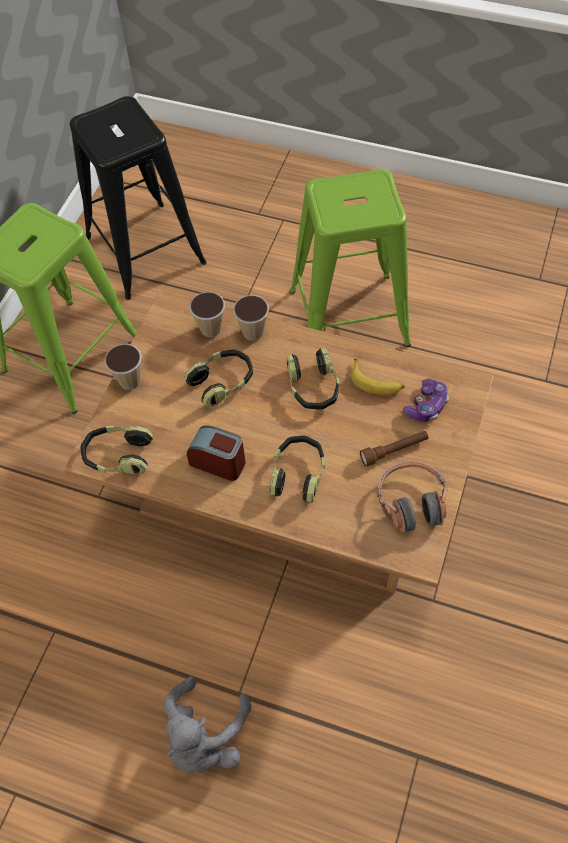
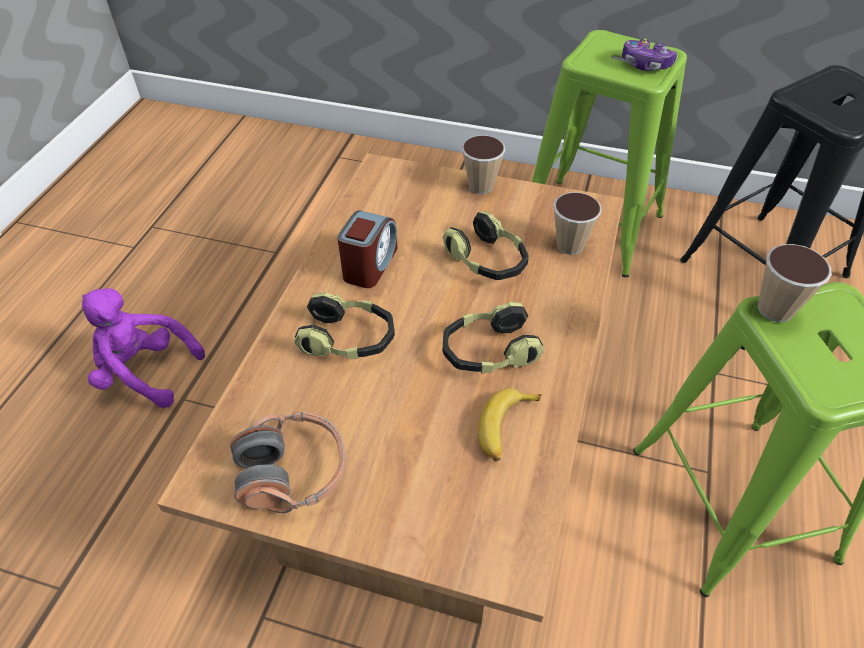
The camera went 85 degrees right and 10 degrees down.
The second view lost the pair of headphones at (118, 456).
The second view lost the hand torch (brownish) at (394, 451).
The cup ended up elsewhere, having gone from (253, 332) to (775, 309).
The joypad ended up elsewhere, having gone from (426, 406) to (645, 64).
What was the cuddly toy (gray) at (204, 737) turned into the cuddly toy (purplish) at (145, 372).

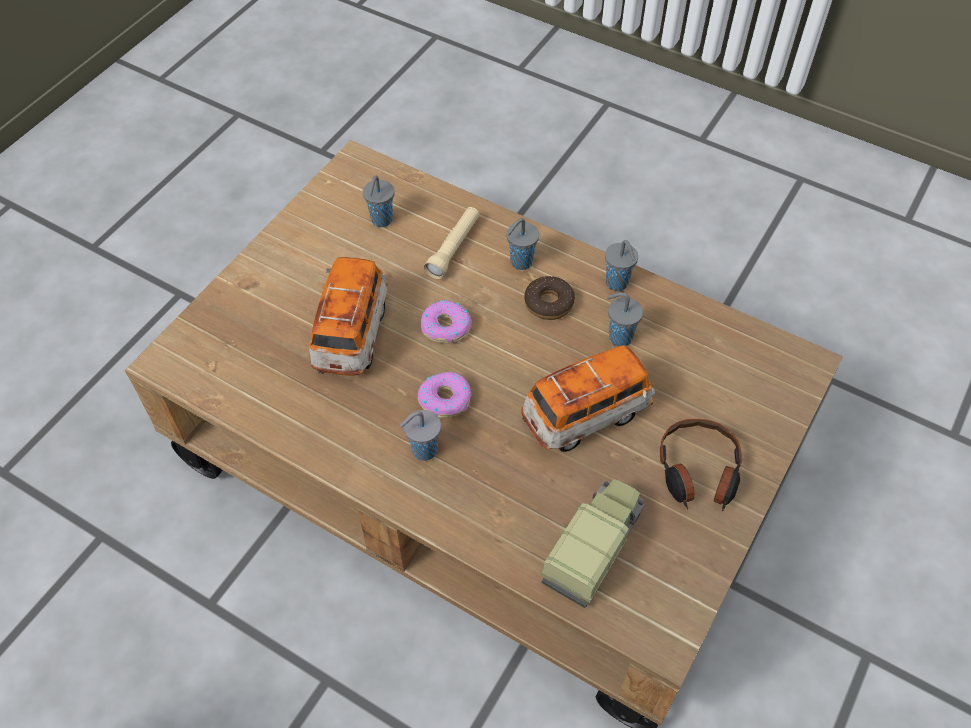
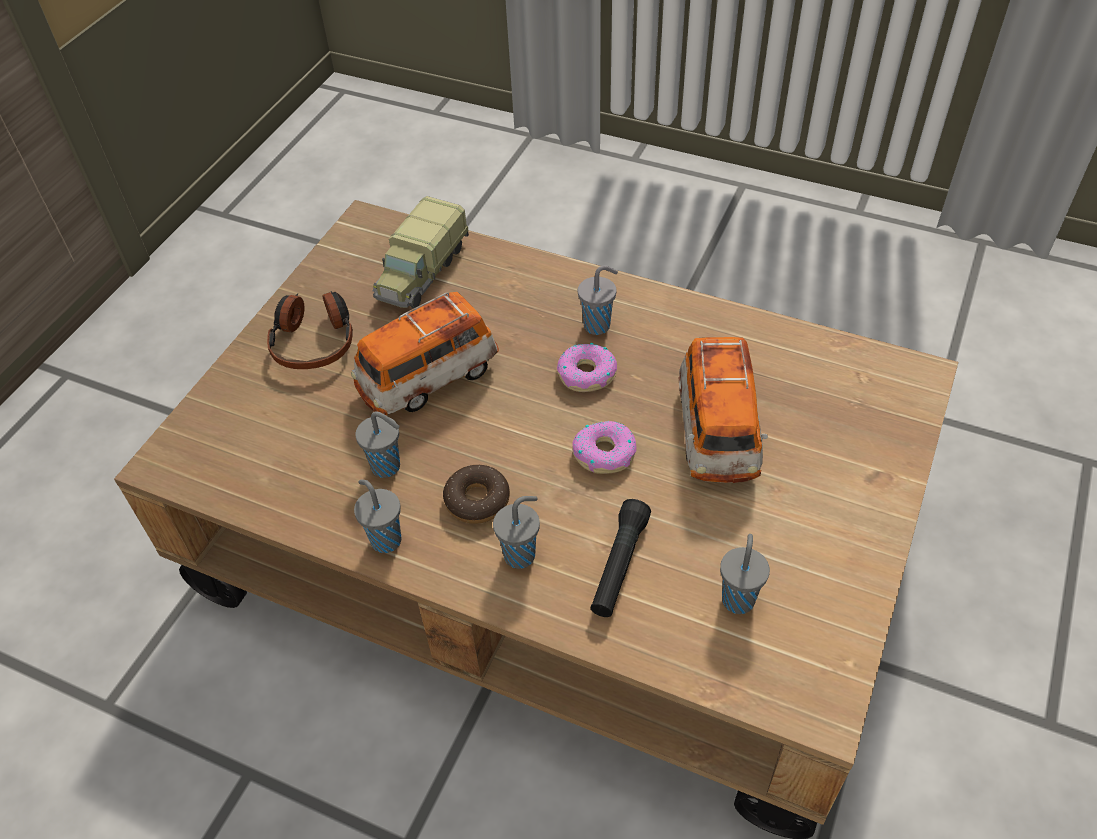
The camera went 175 degrees right and 5 degrees down.
What was the hand torch (sand-coloured) at (453, 248) turned into the hand torch (black-coloured) at (619, 565).

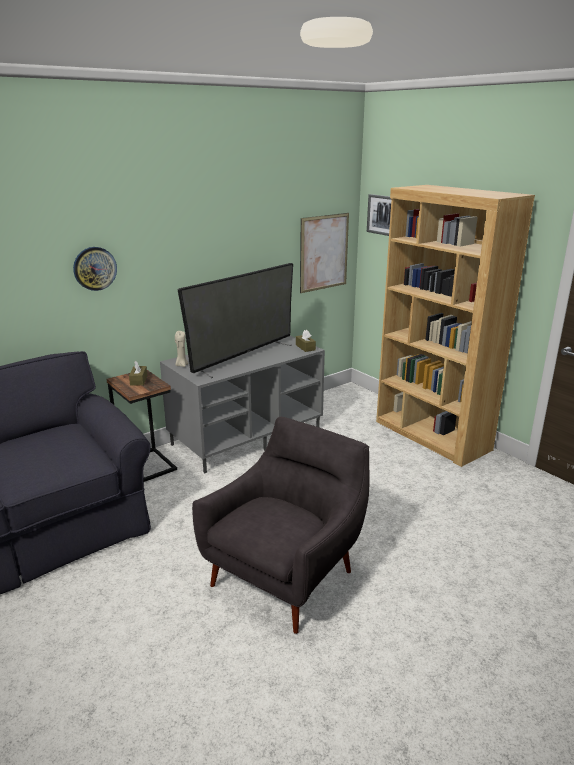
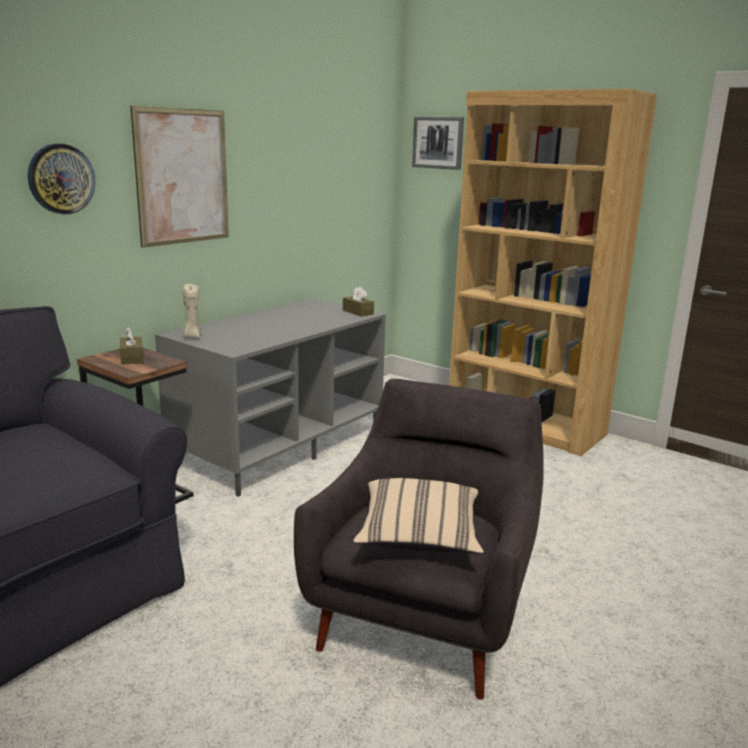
The camera went 15 degrees left and 5 degrees down.
The second view lost the TV at (243, 357).
The second view gained the throw pillow (sand-coloured) at (419, 537).
The picture ended up elsewhere, having gone from (324, 252) to (183, 177).

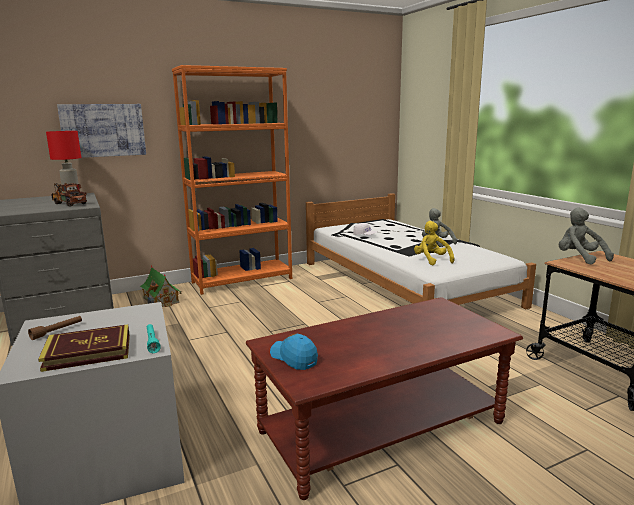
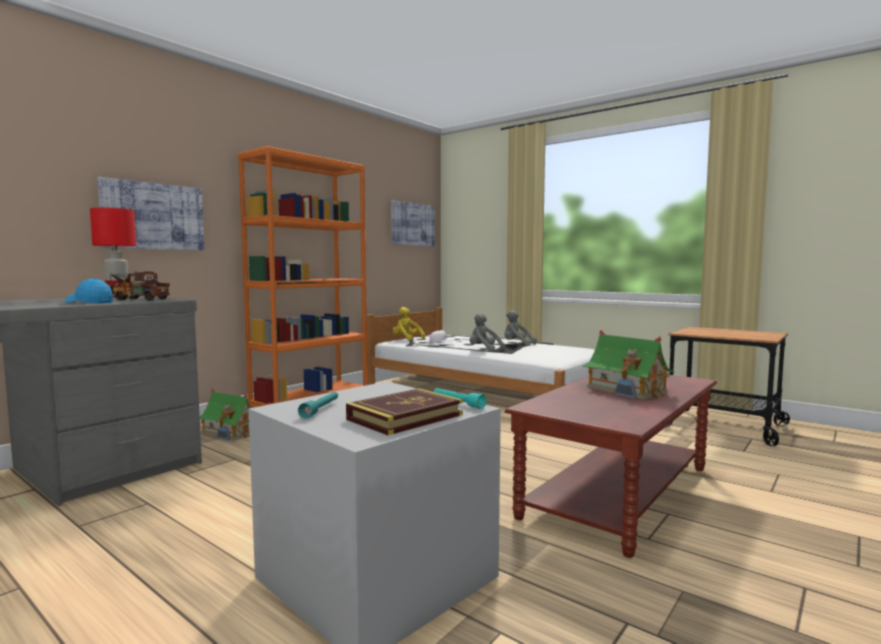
The camera went 25 degrees left and 10 degrees down.
The second view gained the picture at (412, 224).
The second view gained the miniature house at (627, 390).
The peaked cap (blue) ended up elsewhere, having gone from (294, 358) to (90, 302).
The cuddly toy (yellowish) ended up elsewhere, having gone from (431, 260) to (406, 339).
The cuddly toy (gray) ended up elsewhere, having gone from (579, 258) to (484, 350).
What was the hand torch (brownish) at (57, 331) turned into the hand torch (blue-green) at (320, 410).

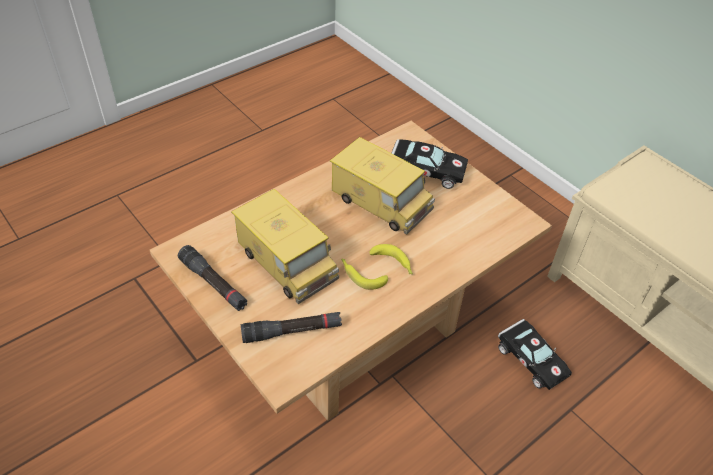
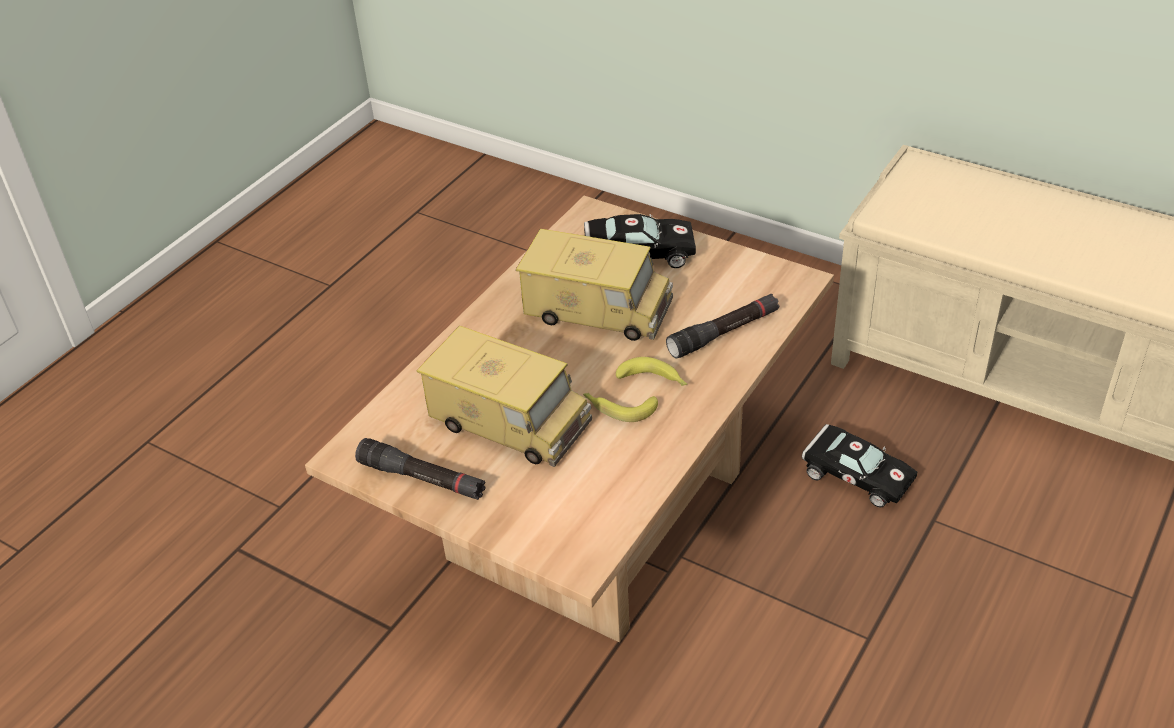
The camera went 15 degrees left and 5 degrees down.
The hand torch (black-coloured) ended up elsewhere, having gone from (292, 331) to (724, 333).

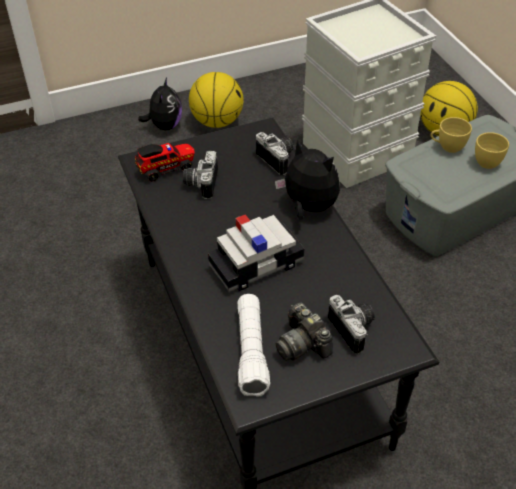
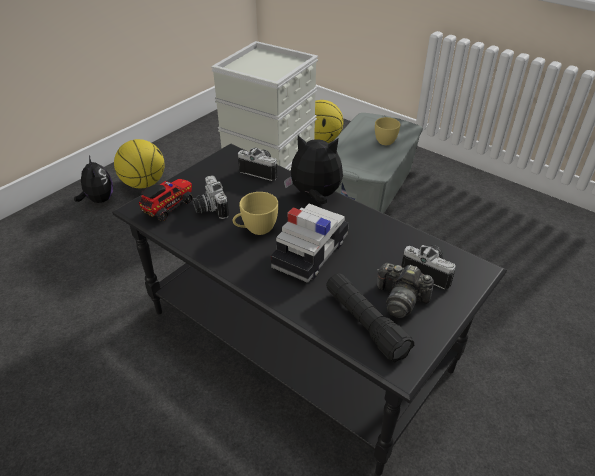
The camera went 30 degrees left and 5 degrees down.
The cup (yellowish) ended up elsewhere, having gone from (447, 147) to (255, 229).
What was the hand torch (whitish) at (251, 351) turned into the hand torch (black-coloured) at (365, 323).

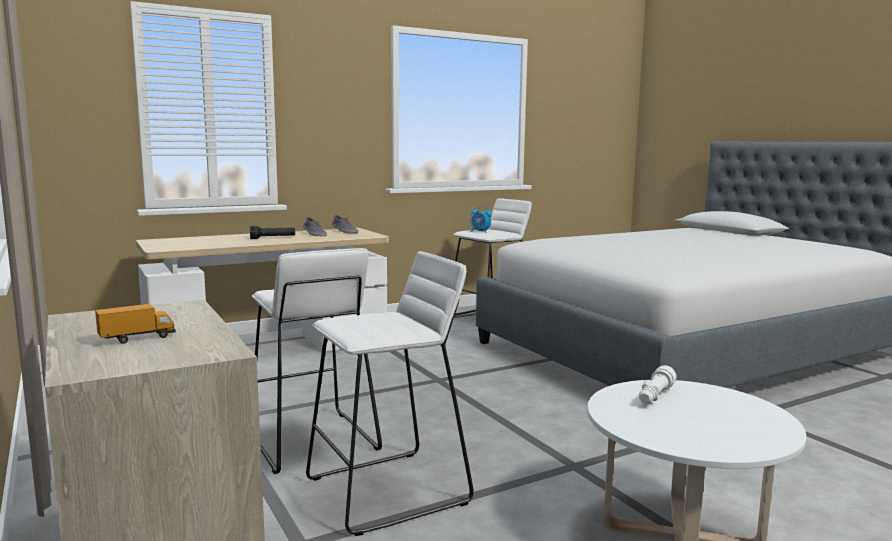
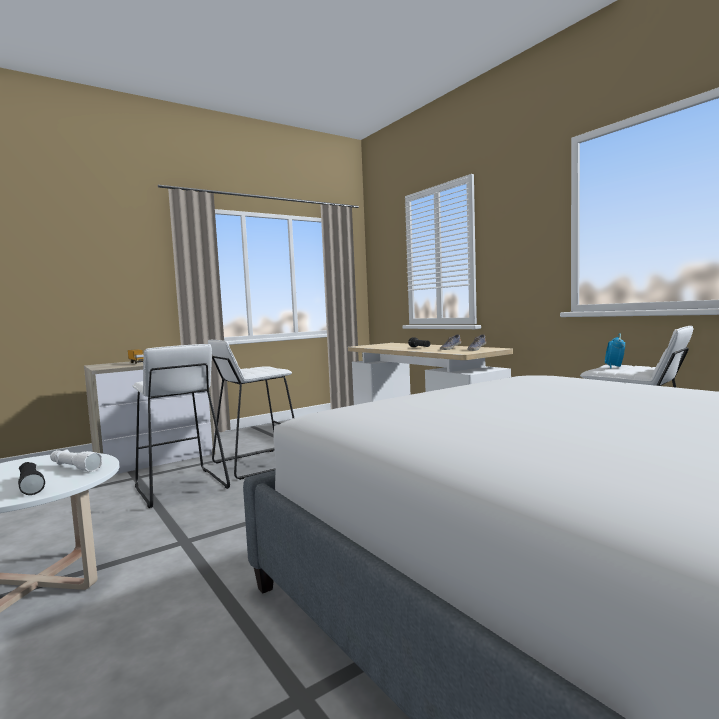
The camera went 85 degrees right and 5 degrees down.
The second view gained the hand torch (black-coloured) at (30, 485).

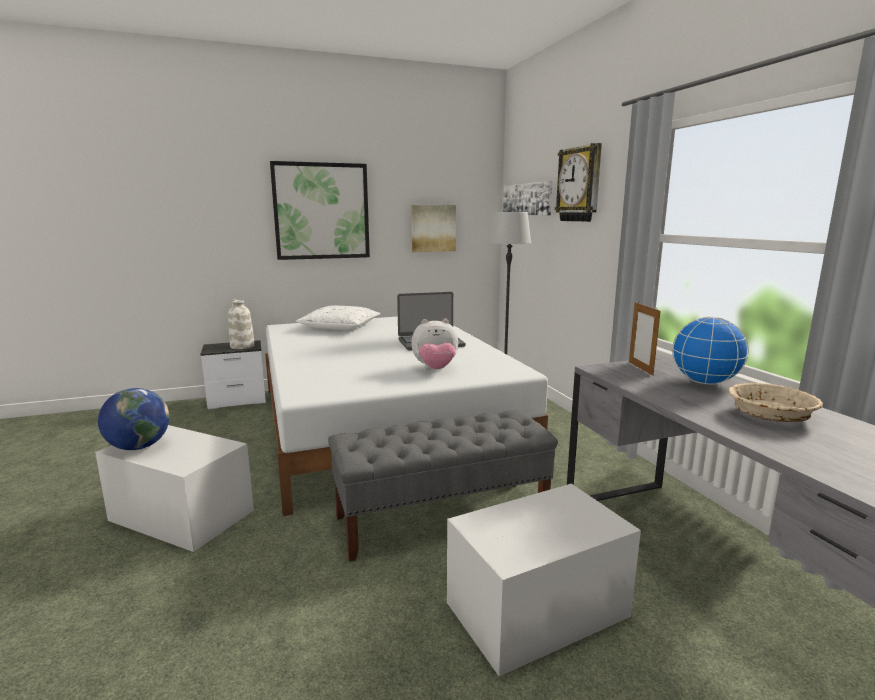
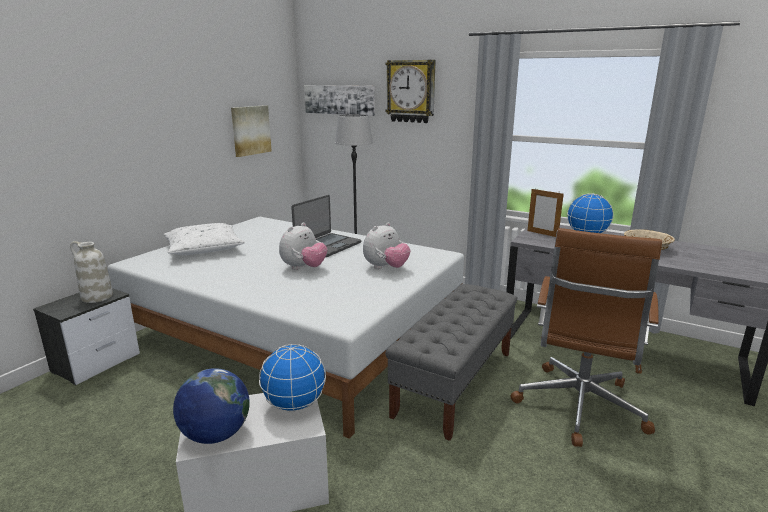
The camera went 40 degrees left and 5 degrees up.
The second view lost the picture at (321, 211).
The second view gained the world globe at (294, 405).
The second view gained the cuddly toy at (304, 268).
Where the storage container (whitish) stood at (536, 609), the office chair (brownish) came to stand at (578, 408).

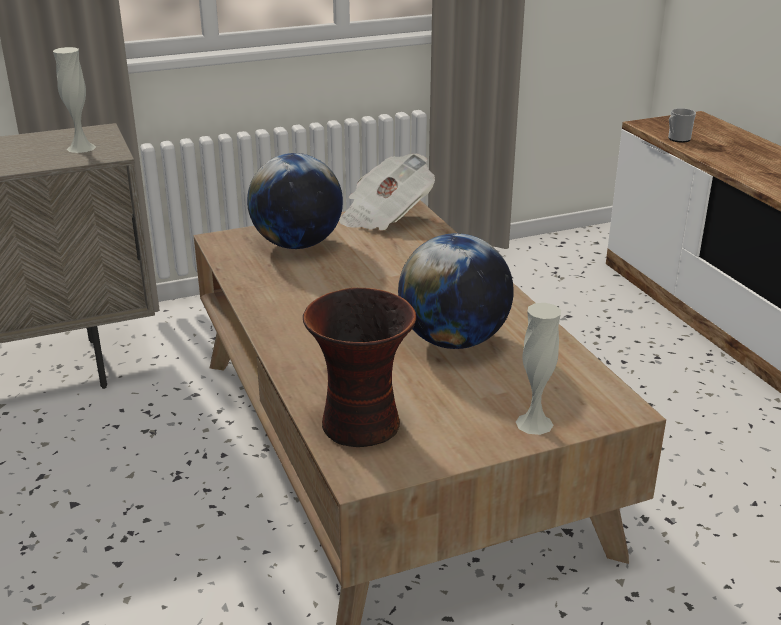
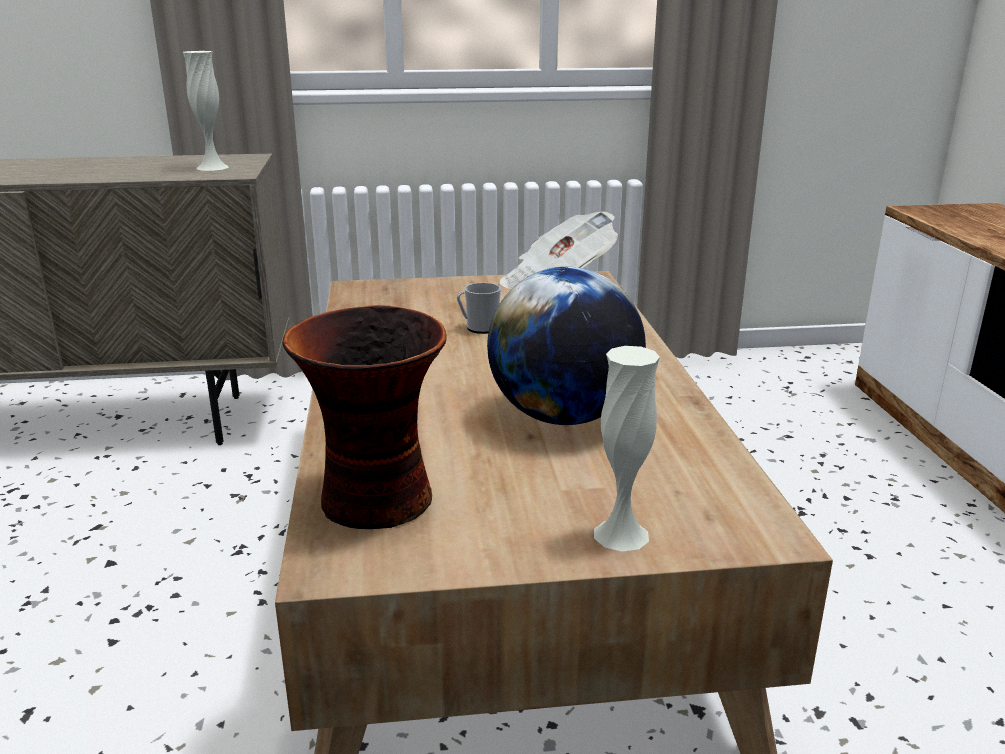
The camera went 15 degrees right and 5 degrees down.
The second view lost the world globe at (297, 244).
The tea mug ended up elsewhere, having gone from (677, 139) to (479, 328).

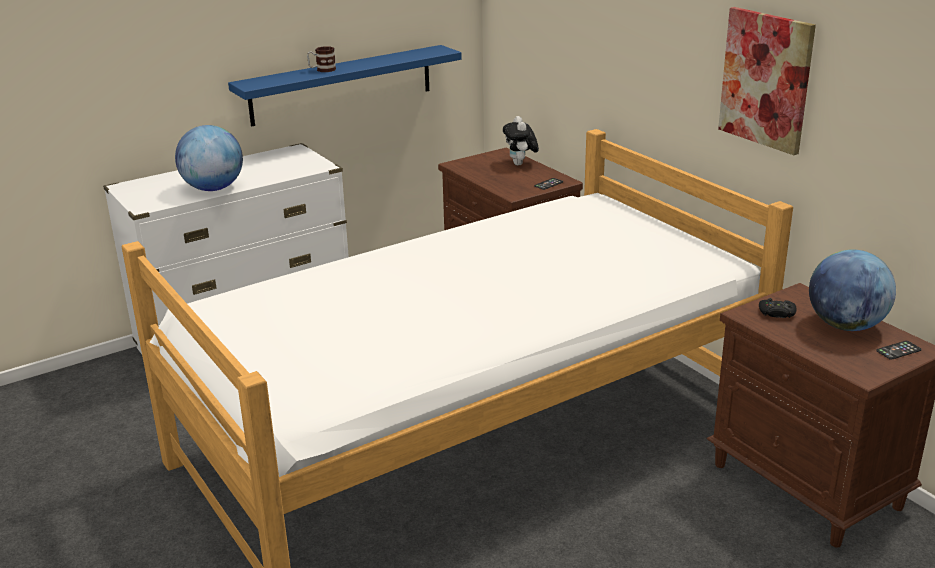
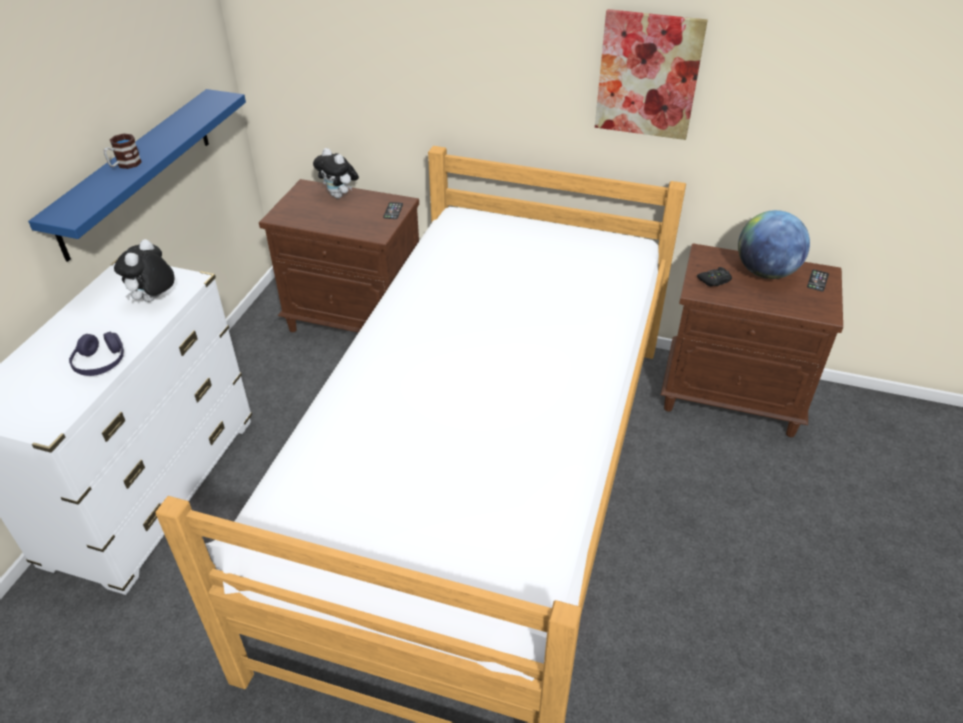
The camera went 40 degrees left and 15 degrees up.
The second view gained the cuddly toy at (154, 300).
Where the world globe stood at (213, 188), the pair of headphones (purplish) came to stand at (100, 362).

